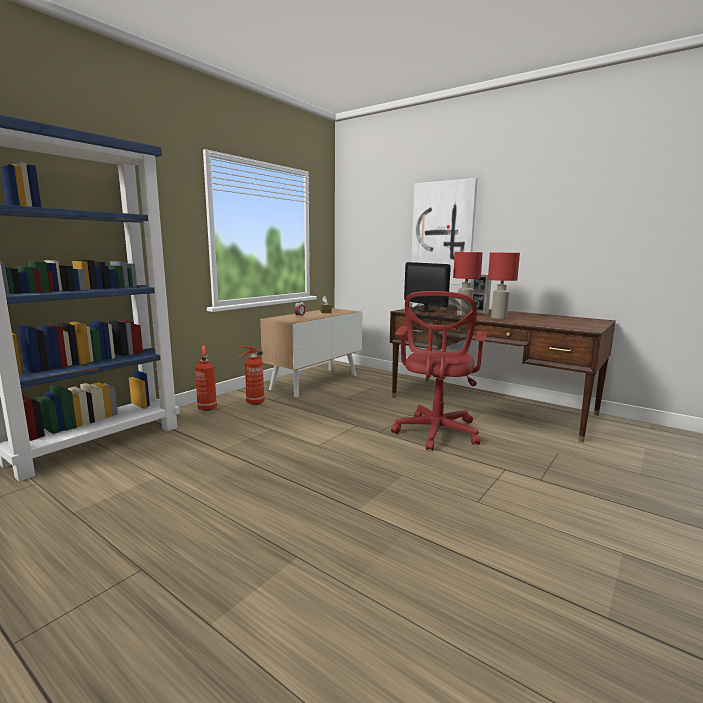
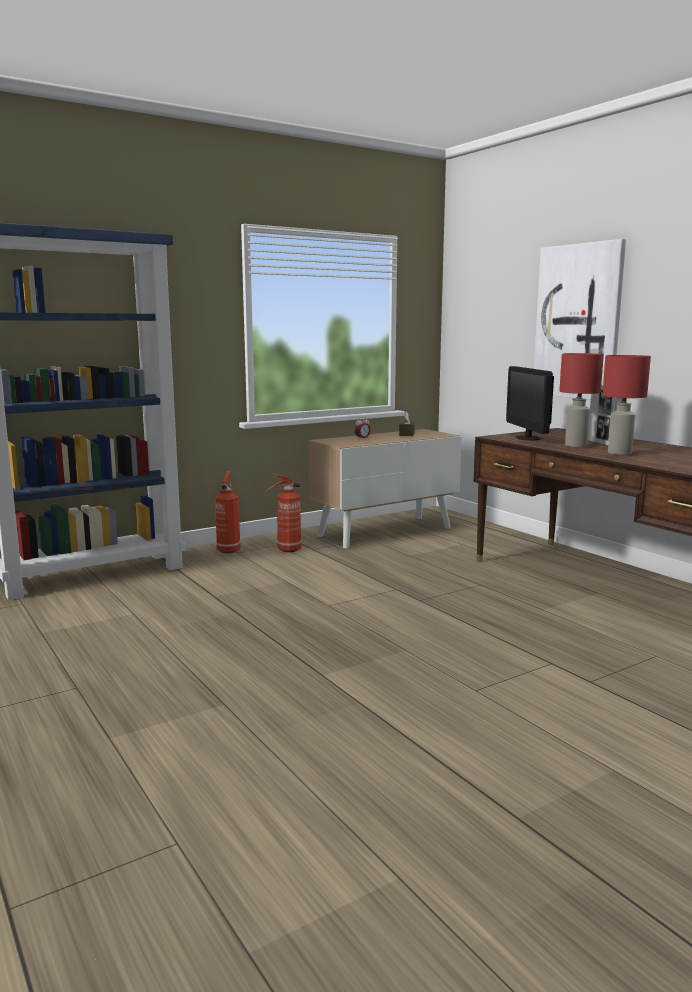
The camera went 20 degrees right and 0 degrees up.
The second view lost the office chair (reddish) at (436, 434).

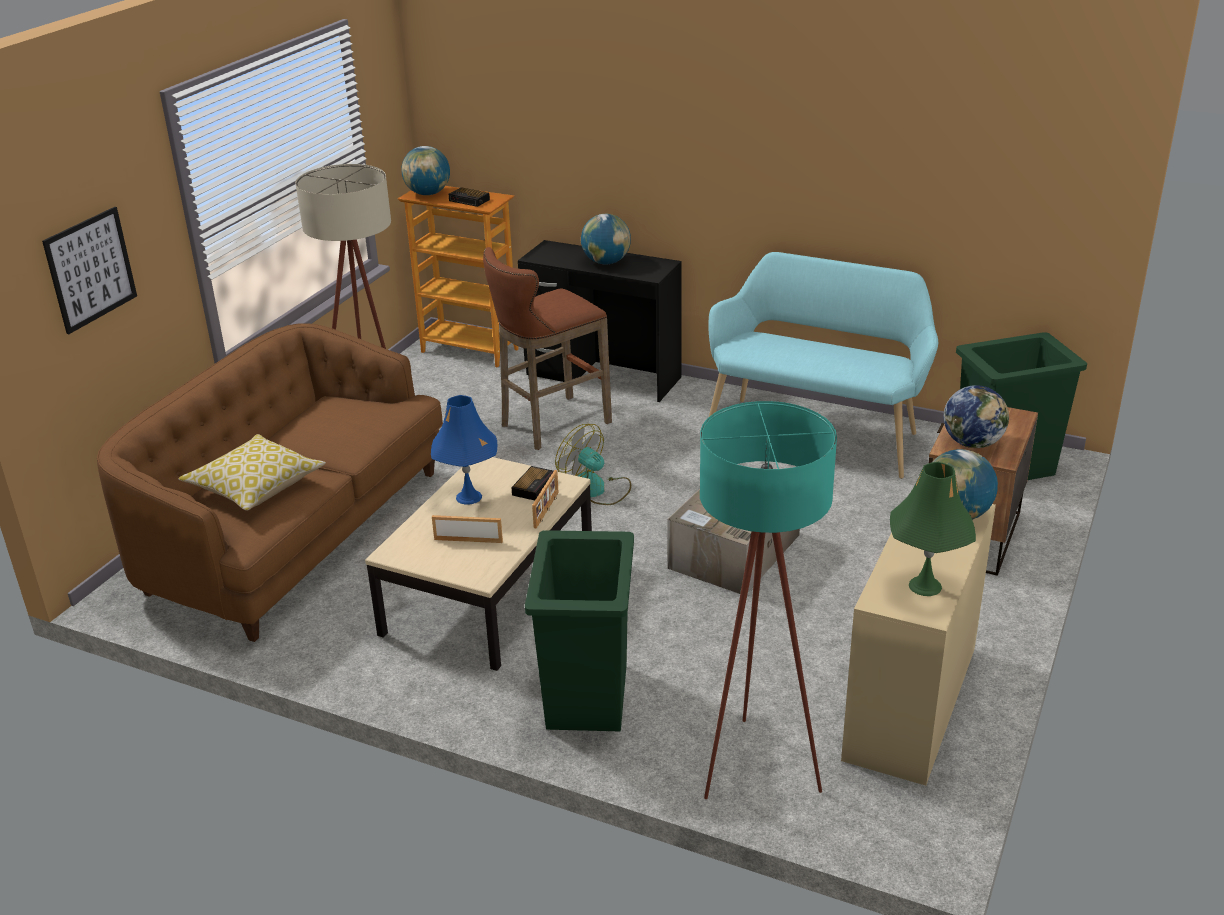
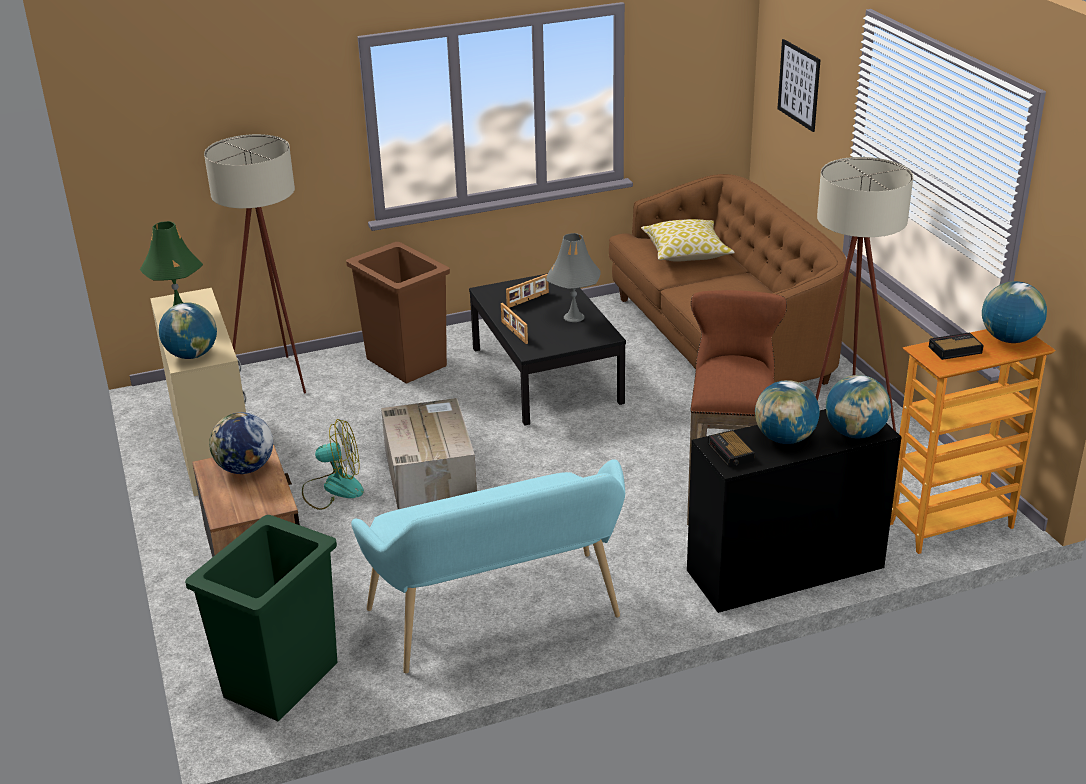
The camera went 135 degrees right and 0 degrees up.
The second view gained the world globe at (855, 433).
The bedside clock ended up elsewhere, having gone from (534, 486) to (731, 453).
The fan ended up elsewhere, having gone from (596, 490) to (333, 488).
What was the coffee table (sand-coloured) at (488, 592) turned into the coffee table (black-coloured) at (546, 375).
What was the table lamp (blue) at (469, 497) turned into the table lamp (gray) at (573, 317).
What was the waste bin (green) at (586, 697) turned into the waste bin (brownish) at (406, 362).
What was the standing lamp (blue-green) at (754, 758) turned into the standing lamp (sand-coloured) at (280, 382).

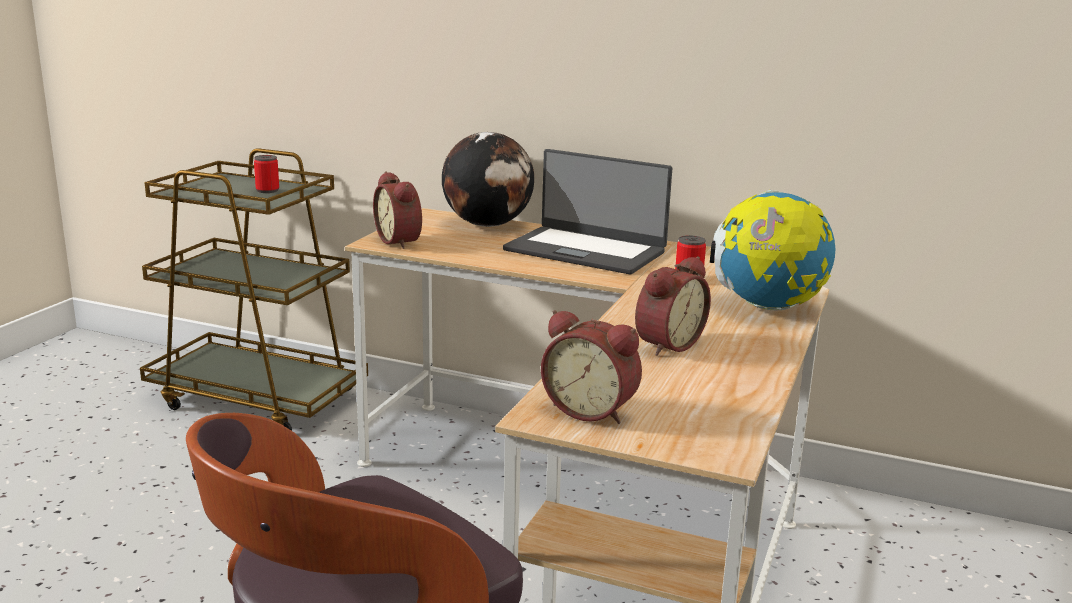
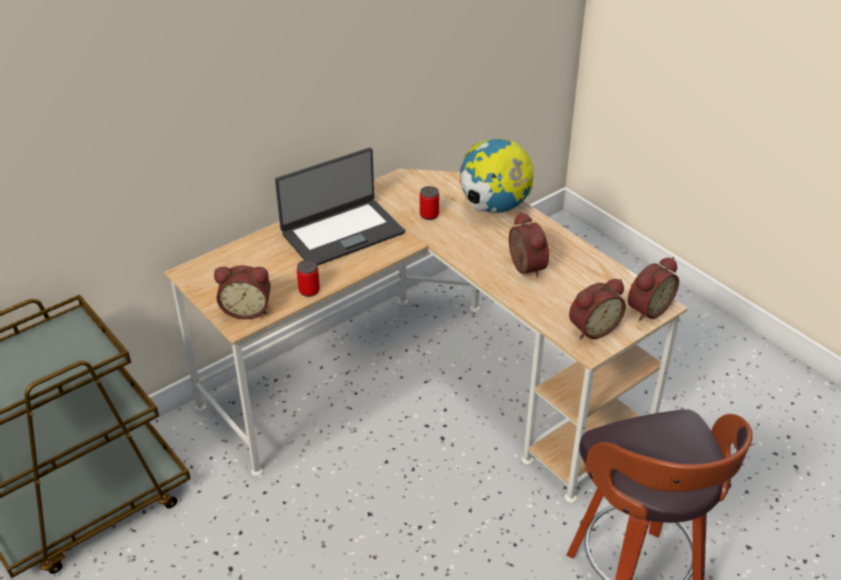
The camera went 60 degrees left and 20 degrees up.
The second view lost the world globe at (488, 225).
The second view gained the bedside clock at (647, 308).
The metal can ended up elsewhere, having gone from (267, 190) to (309, 290).

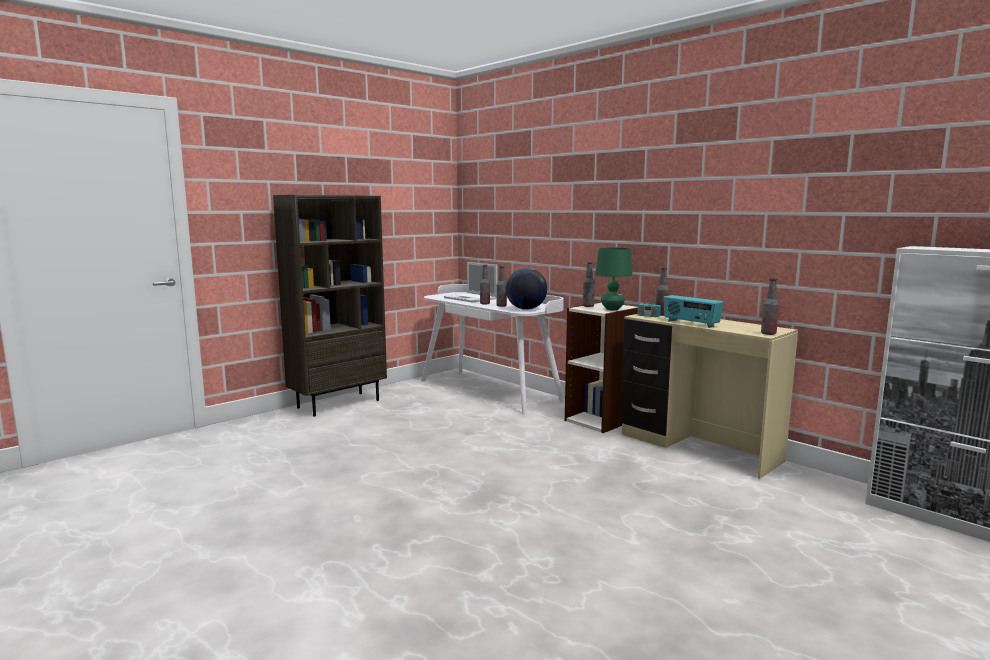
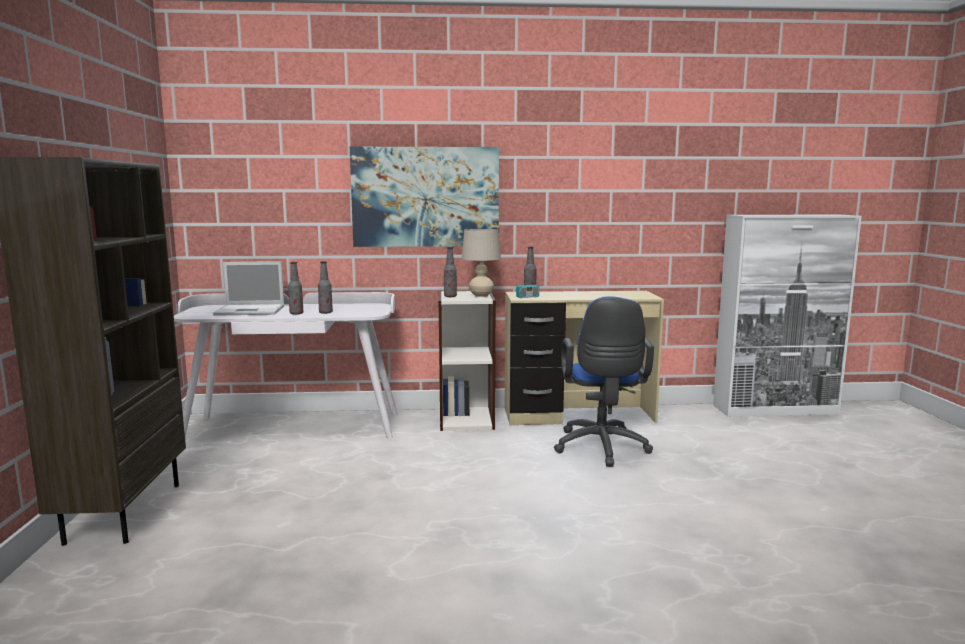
The camera went 50 degrees left and 0 degrees up.
The second view lost the world globe at (526, 309).
The second view lost the radio at (690, 324).
The second view lost the drink bottle at (768, 333).
The second view gained the picture at (425, 197).
The second view gained the office chair (blue) at (601, 449).
What was the table lamp (green) at (612, 309) turned into the table lamp (sand-coloured) at (481, 296).

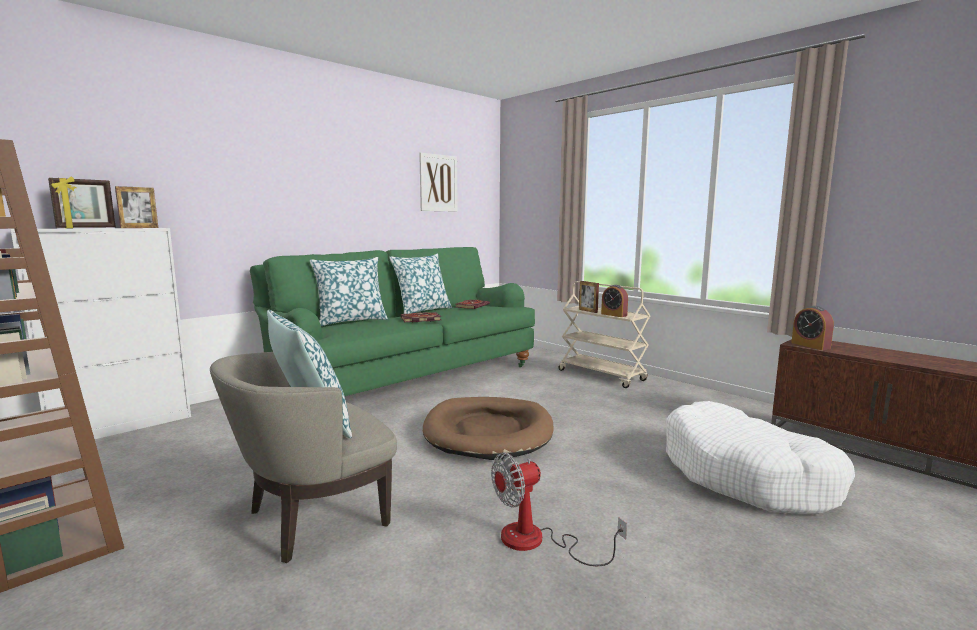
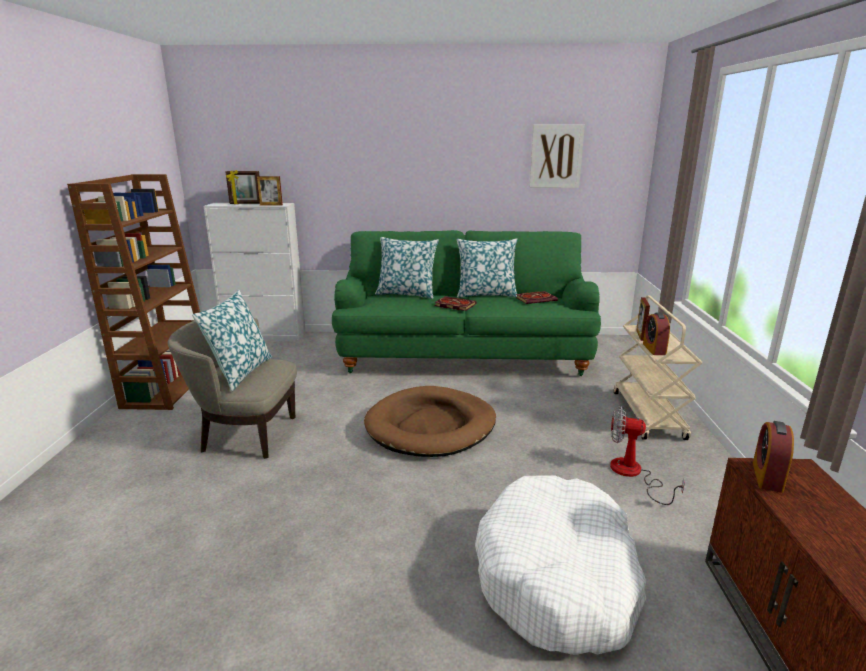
The camera went 45 degrees right and 10 degrees up.
The fan ended up elsewhere, having gone from (537, 541) to (633, 474).

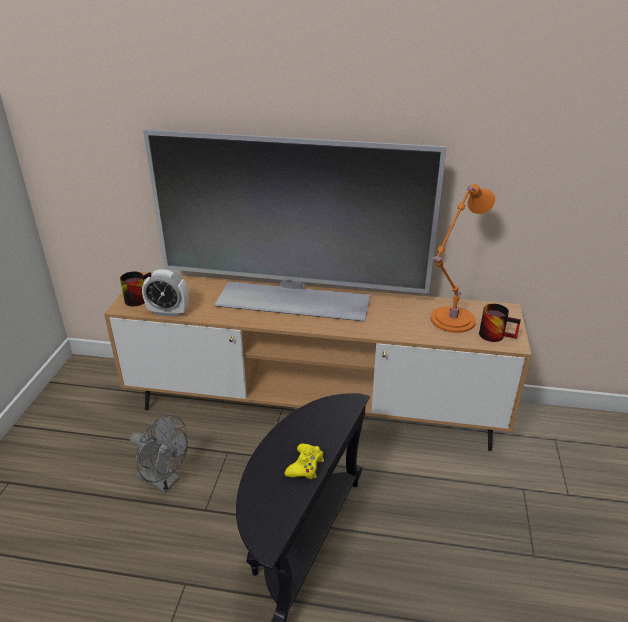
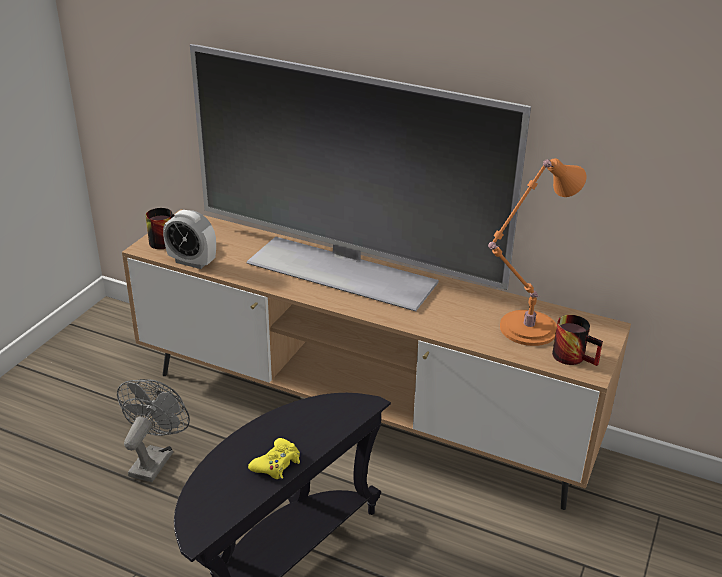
The camera went 15 degrees right and 0 degrees up.
The fan (gray) at (164, 481) ended up facing another way, 120 degrees counterclockwise from before.

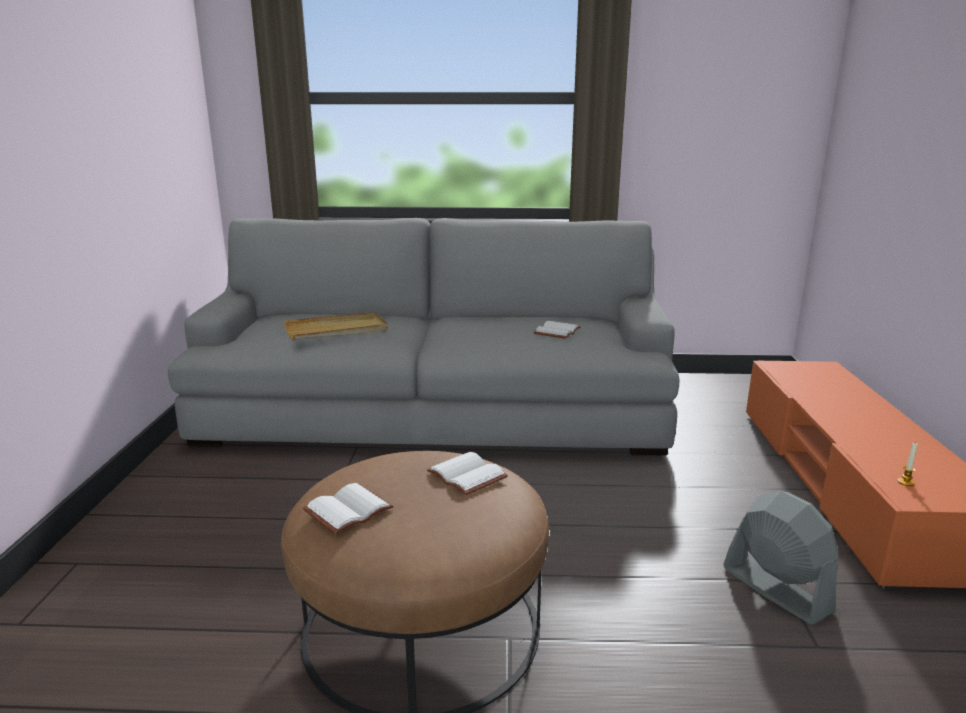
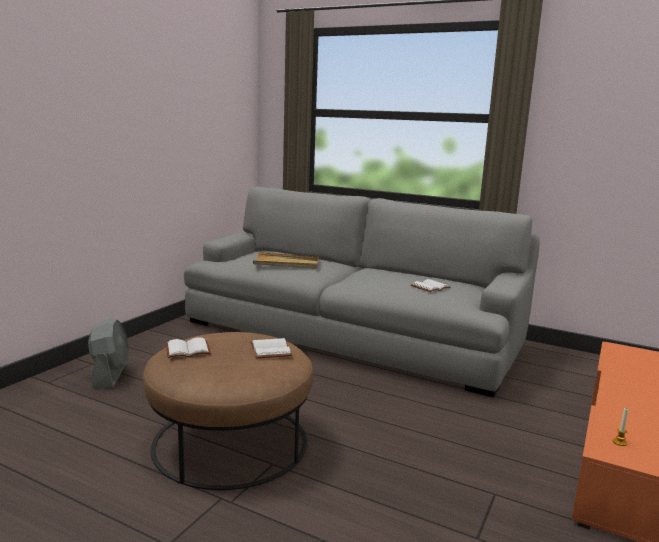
The camera went 25 degrees right and 5 degrees down.
The fan (gray) ended up elsewhere, having gone from (776, 589) to (110, 375).

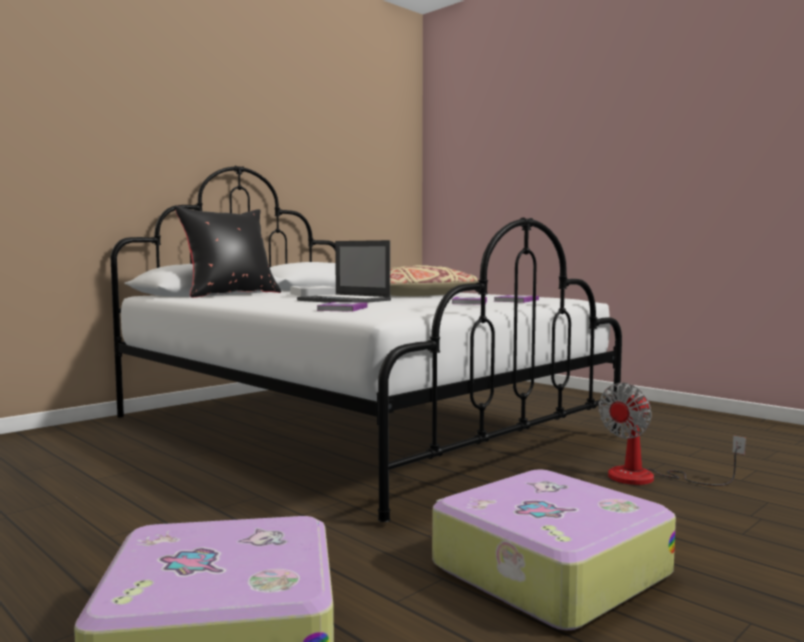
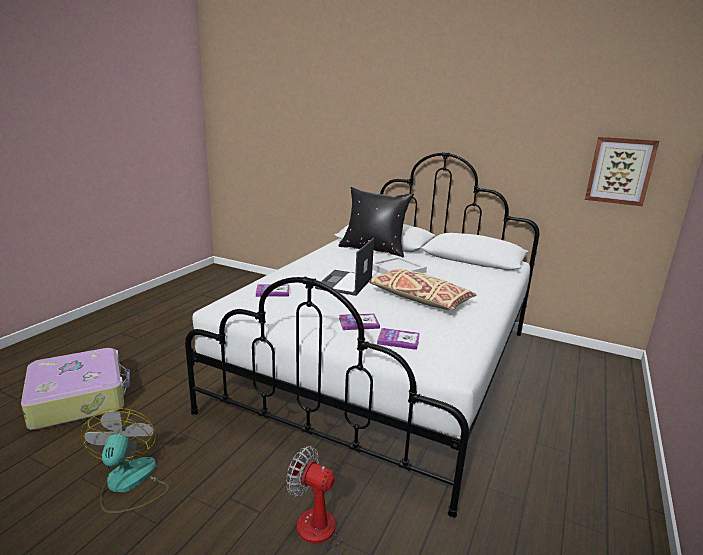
The camera went 70 degrees right and 15 degrees up.
The second view gained the picture at (620, 171).
Where the suitcase stood at (547, 570), the fan came to stand at (128, 484).

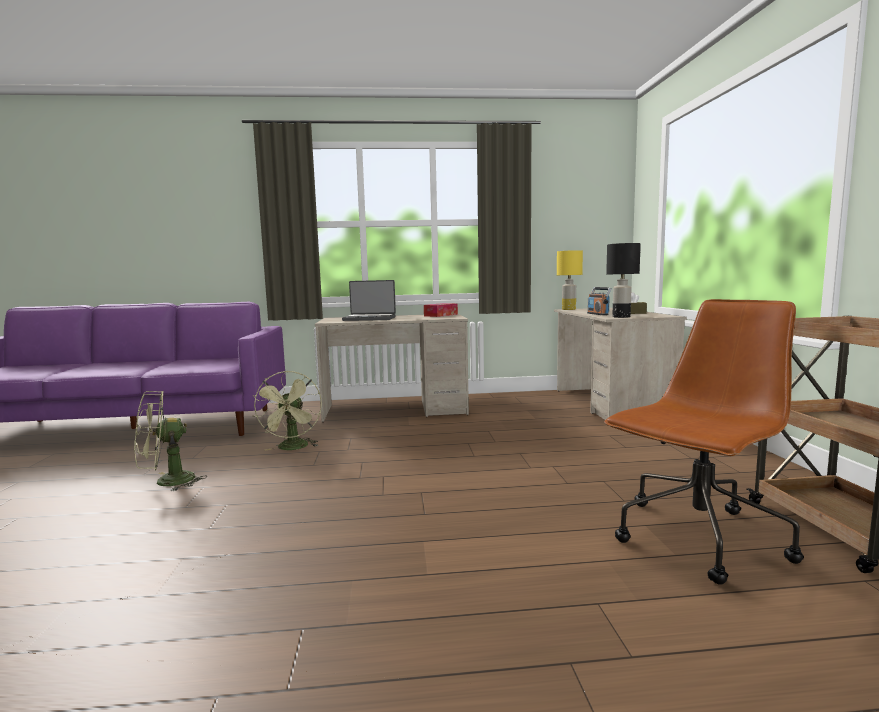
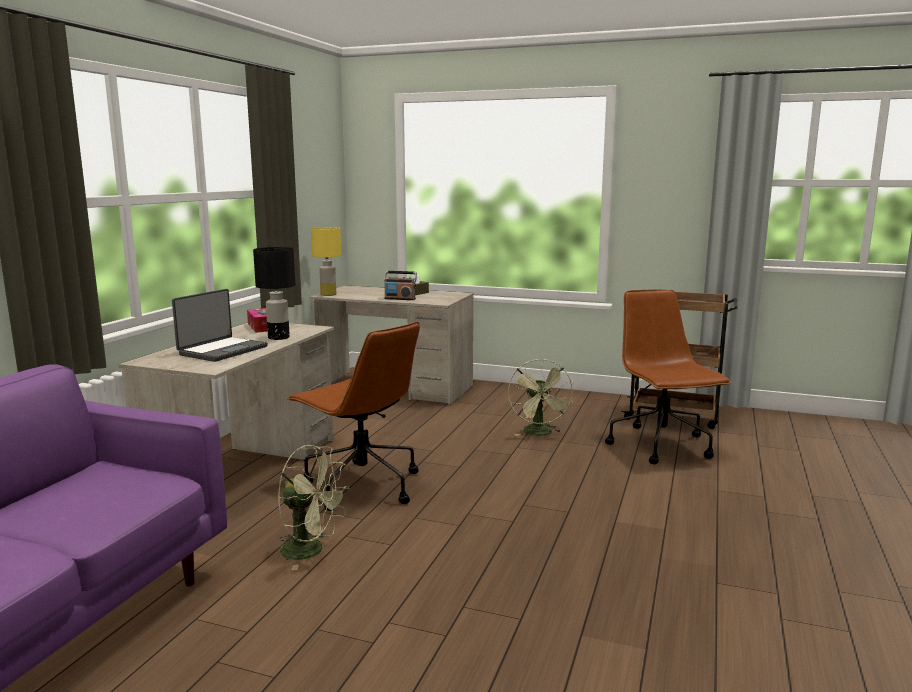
The camera went 65 degrees left and 5 degrees up.
The second view gained the office chair (brownish) at (361, 485).
The fan (green) ended up elsewhere, having gone from (166, 482) to (540, 433).
The table lamp (black-coloured) ended up elsewhere, having gone from (621, 317) to (278, 337).

